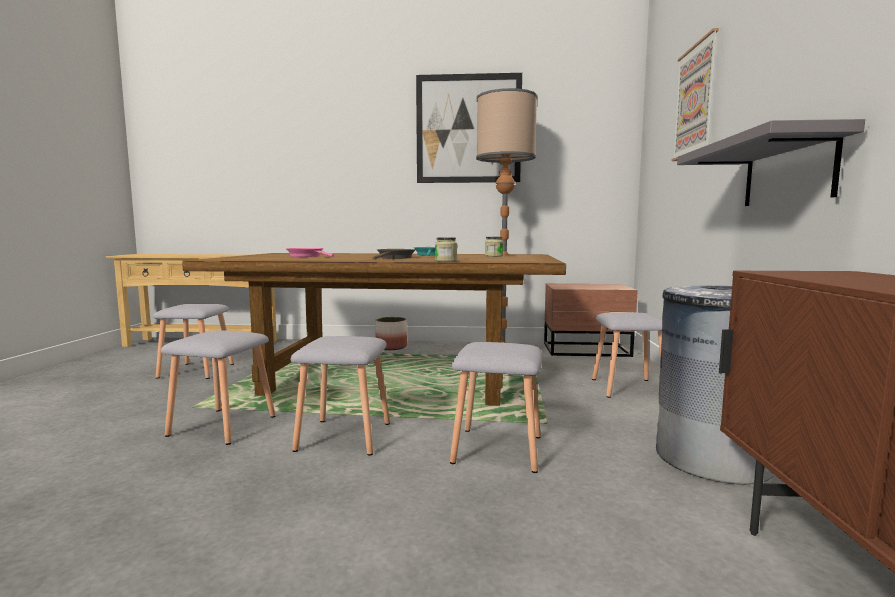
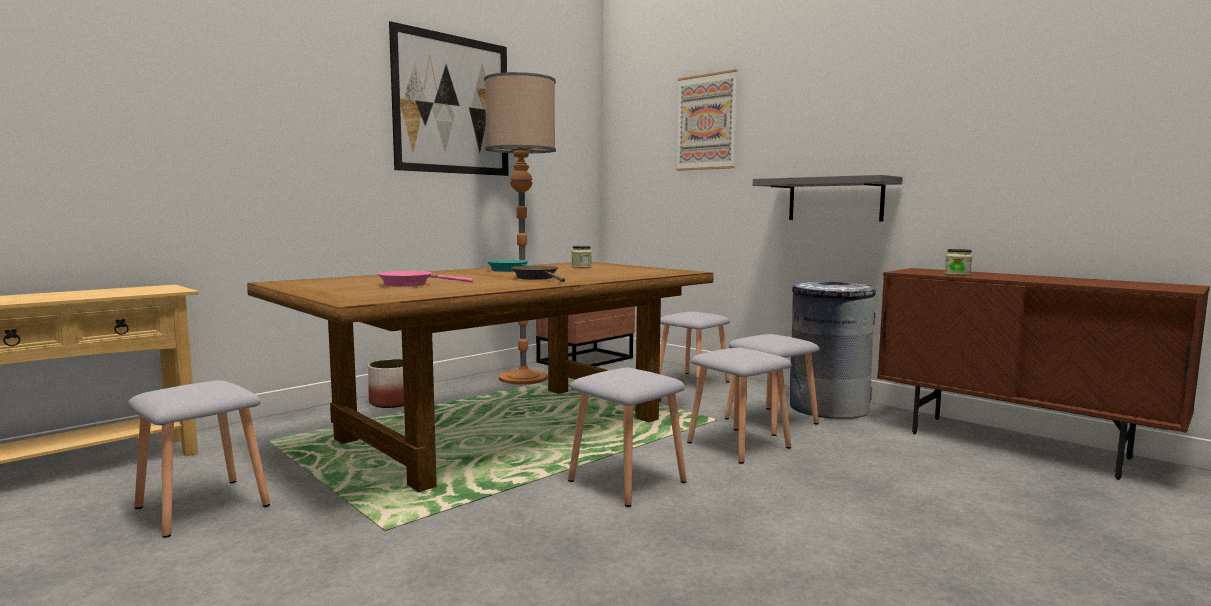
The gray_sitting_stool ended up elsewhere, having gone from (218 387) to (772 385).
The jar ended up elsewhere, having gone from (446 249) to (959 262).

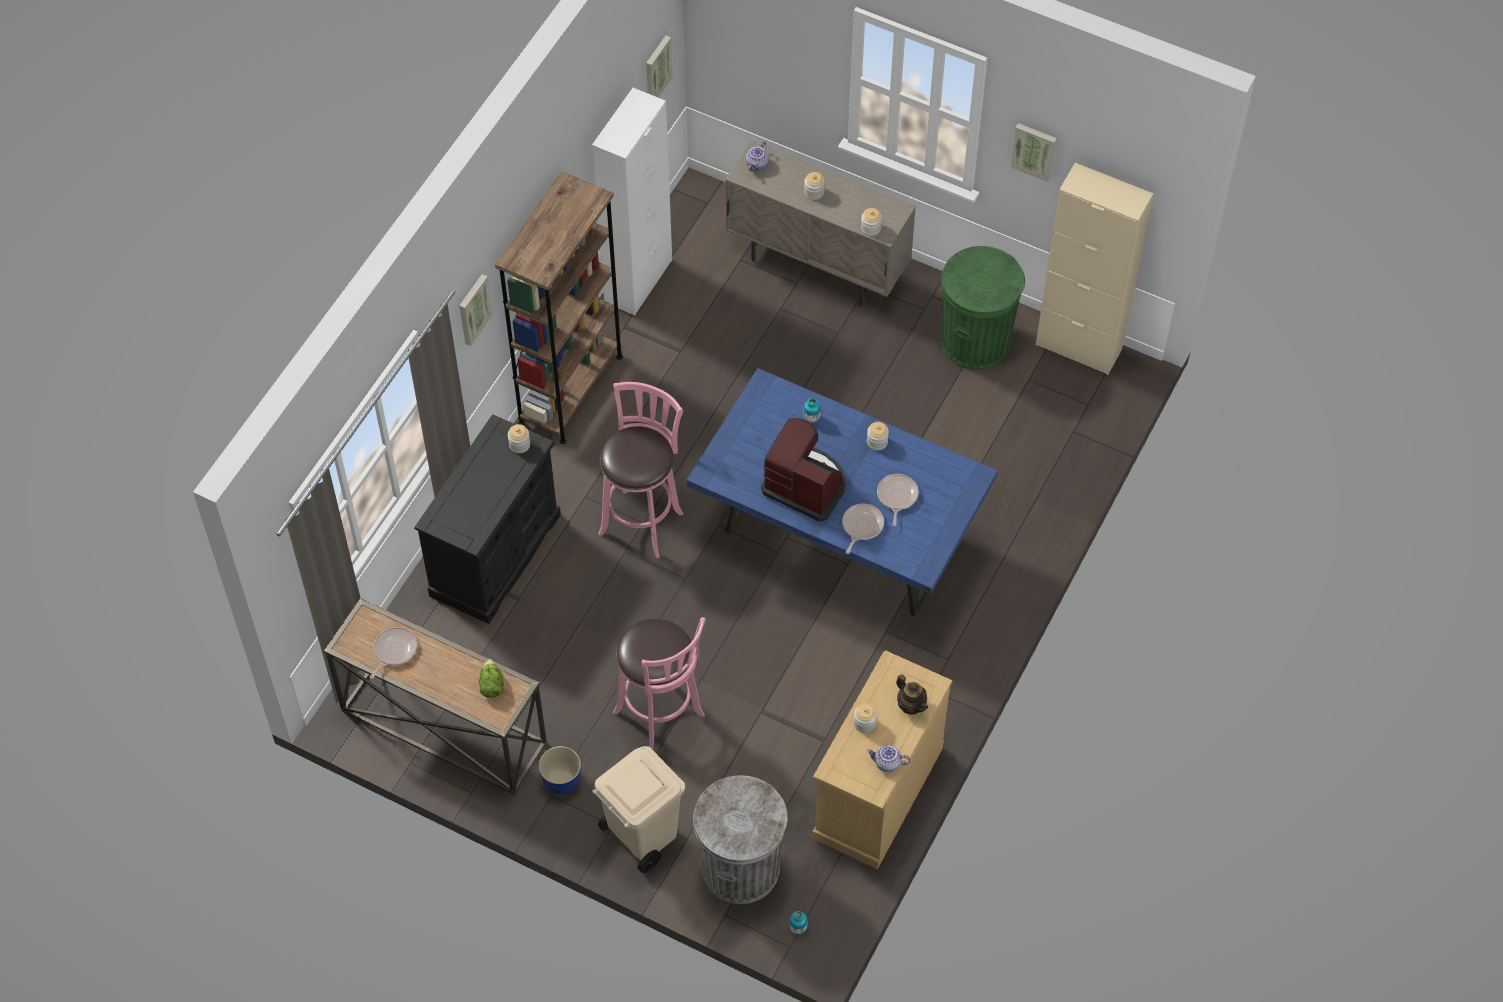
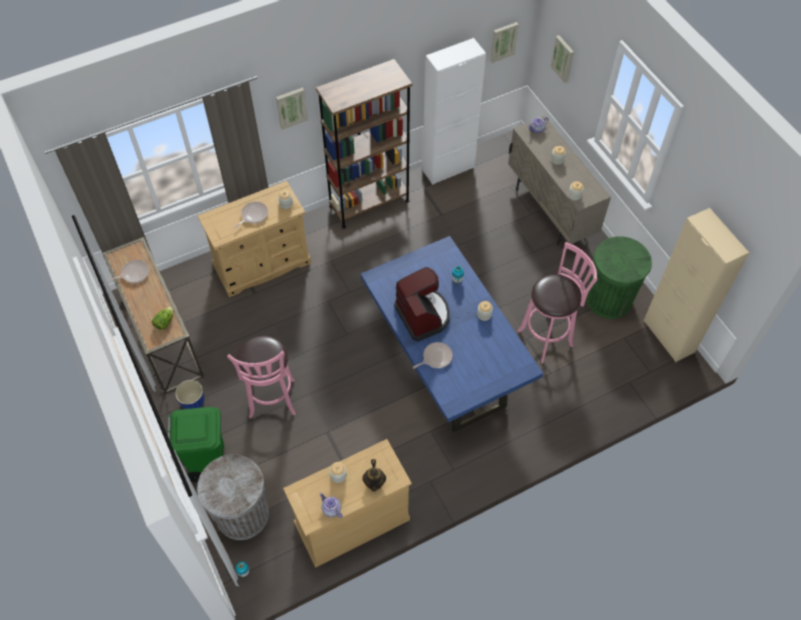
The pink_sitting_stool ended up elsewhere, having gone from (641 470) to (557 302).
The frying_pan ended up elsewhere, having gone from (898 500) to (251 215).
The picture ended up elsewhere, having gone from (1034 152) to (562 59).
What was the black-coloured_drawer_chest at (487 519) turned into the beige_drawer_chest at (254 239).
What was the beige_rubbish_bin at (638 809) turned into the green-coloured_rubbish_bin at (195 444).

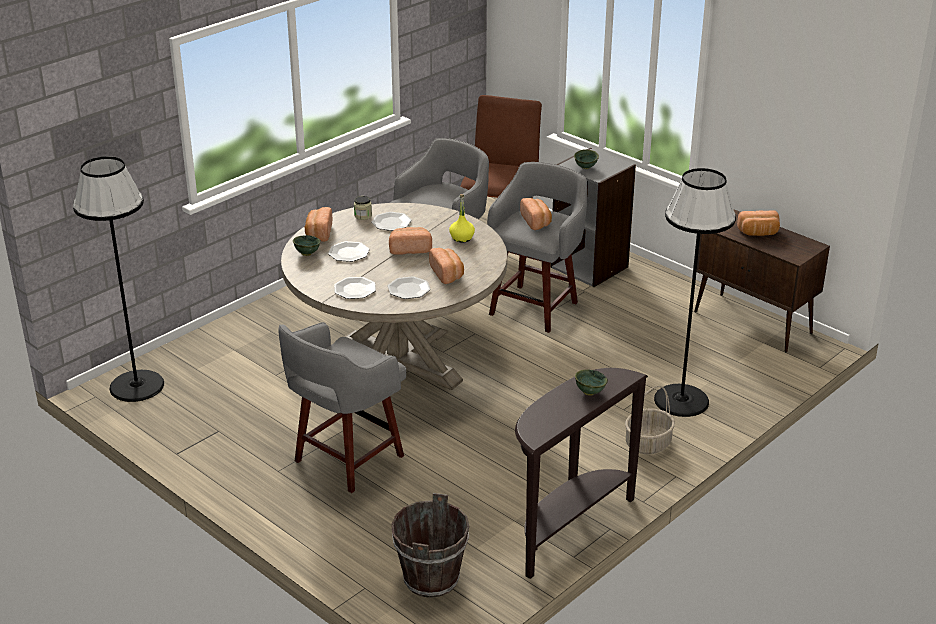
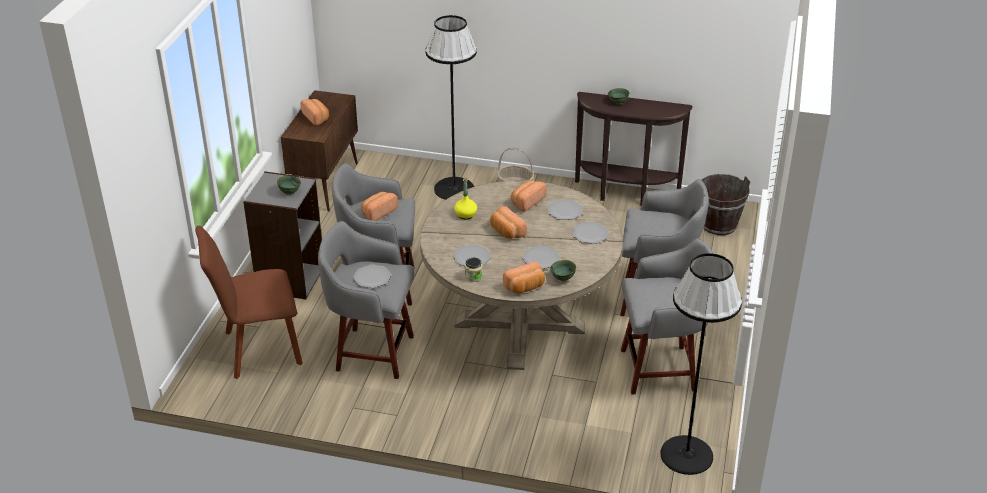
The second view gained the dinner_plate at (372 276).
The second view gained the gray_sitting_stool at (667 316).

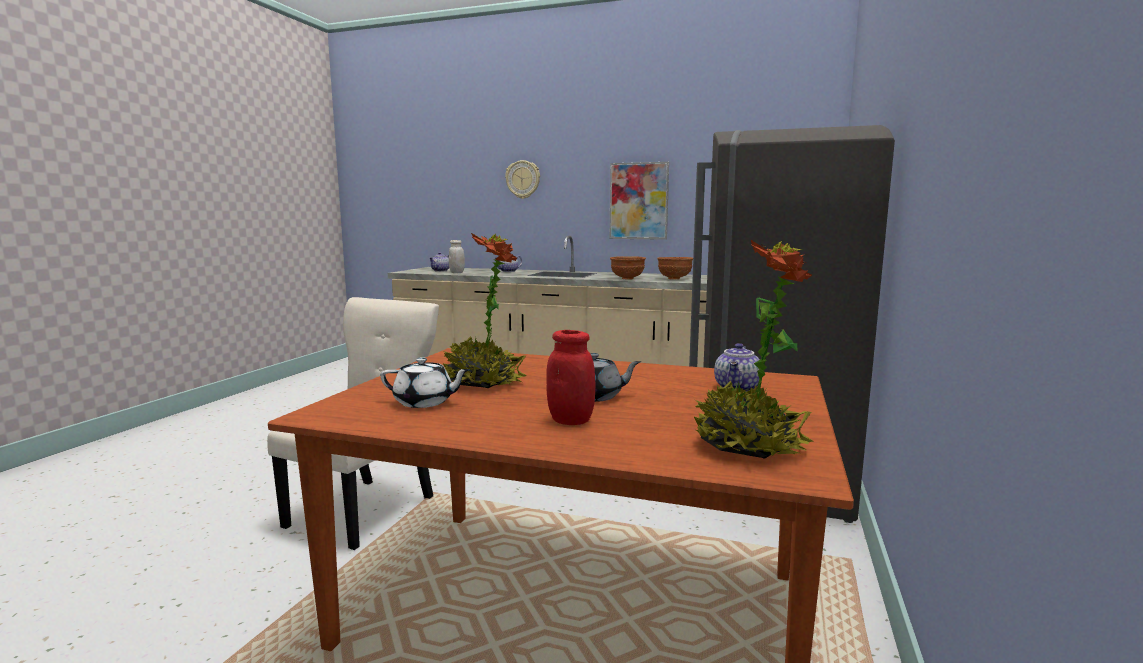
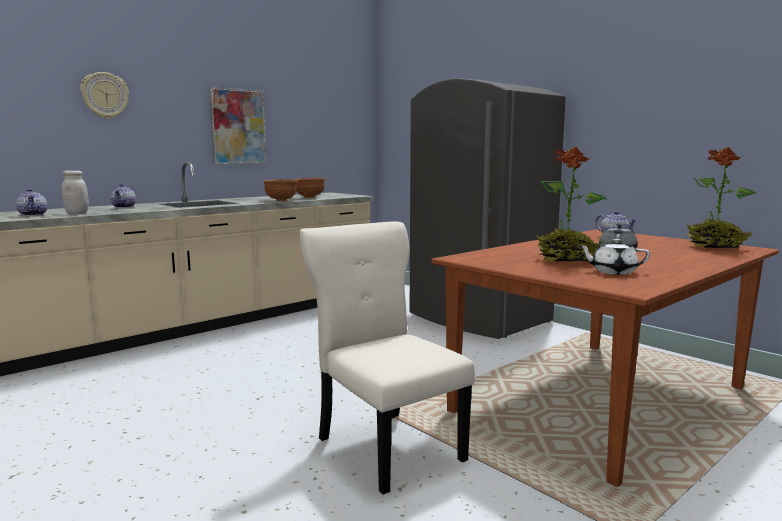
The second view lost the red_jar at (571 377).
The whitish_teapot at (425 382) ended up facing another way, 120 degrees counterclockwise from before.

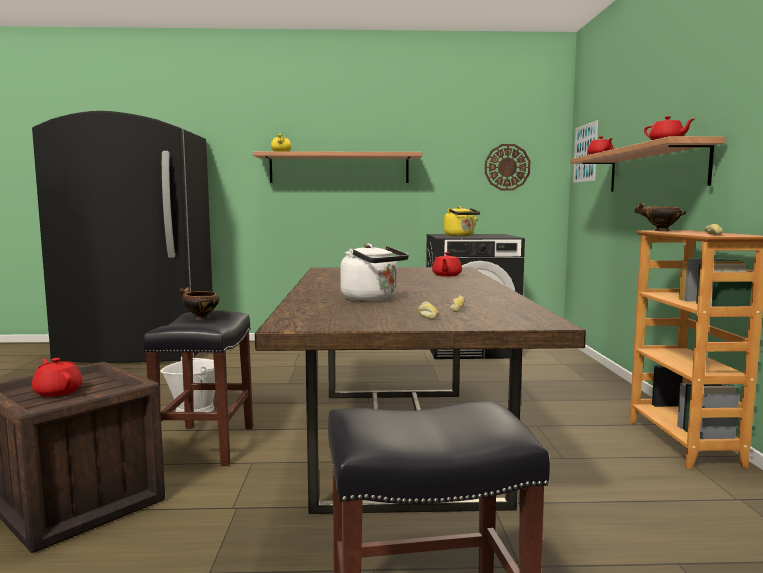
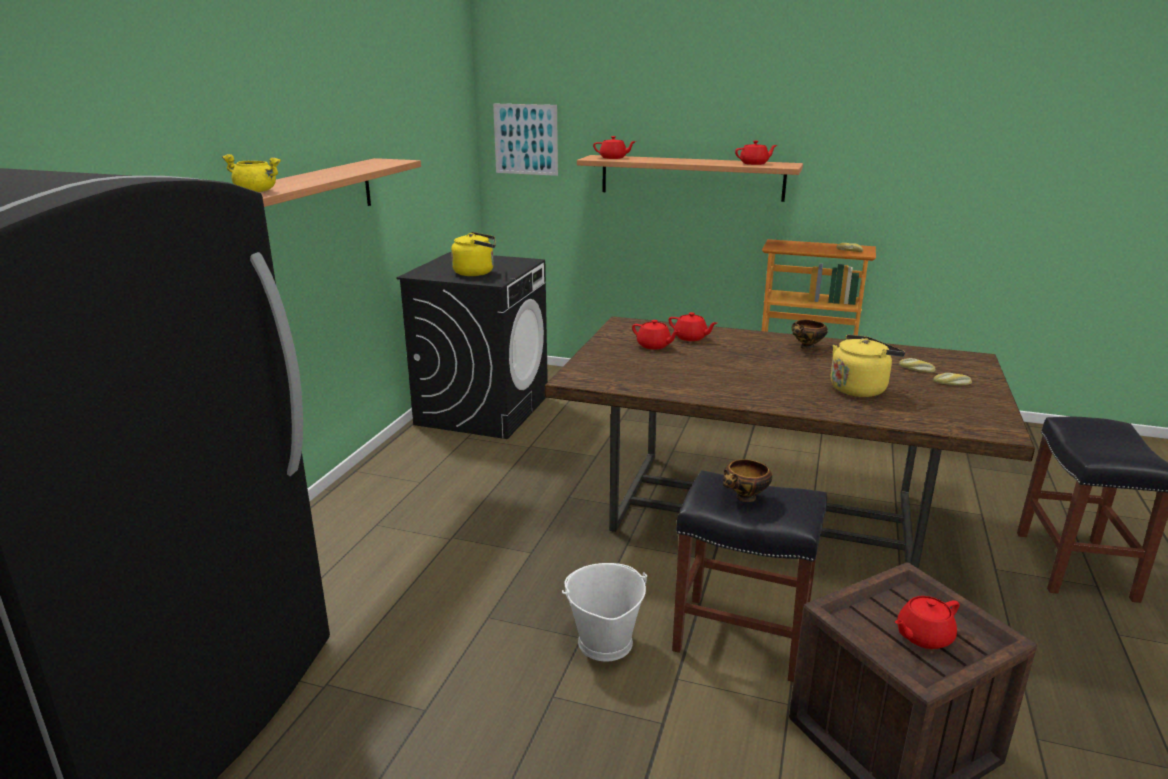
The second view lost the clock_on_the_wall at (508 167).
The second view gained the red_teapot at (656 334).
The serving_bowl ended up elsewhere, having gone from (660 216) to (810 334).
What was the whitish_kettle at (374 273) turned into the yellow-coloured_kettle at (868 365).

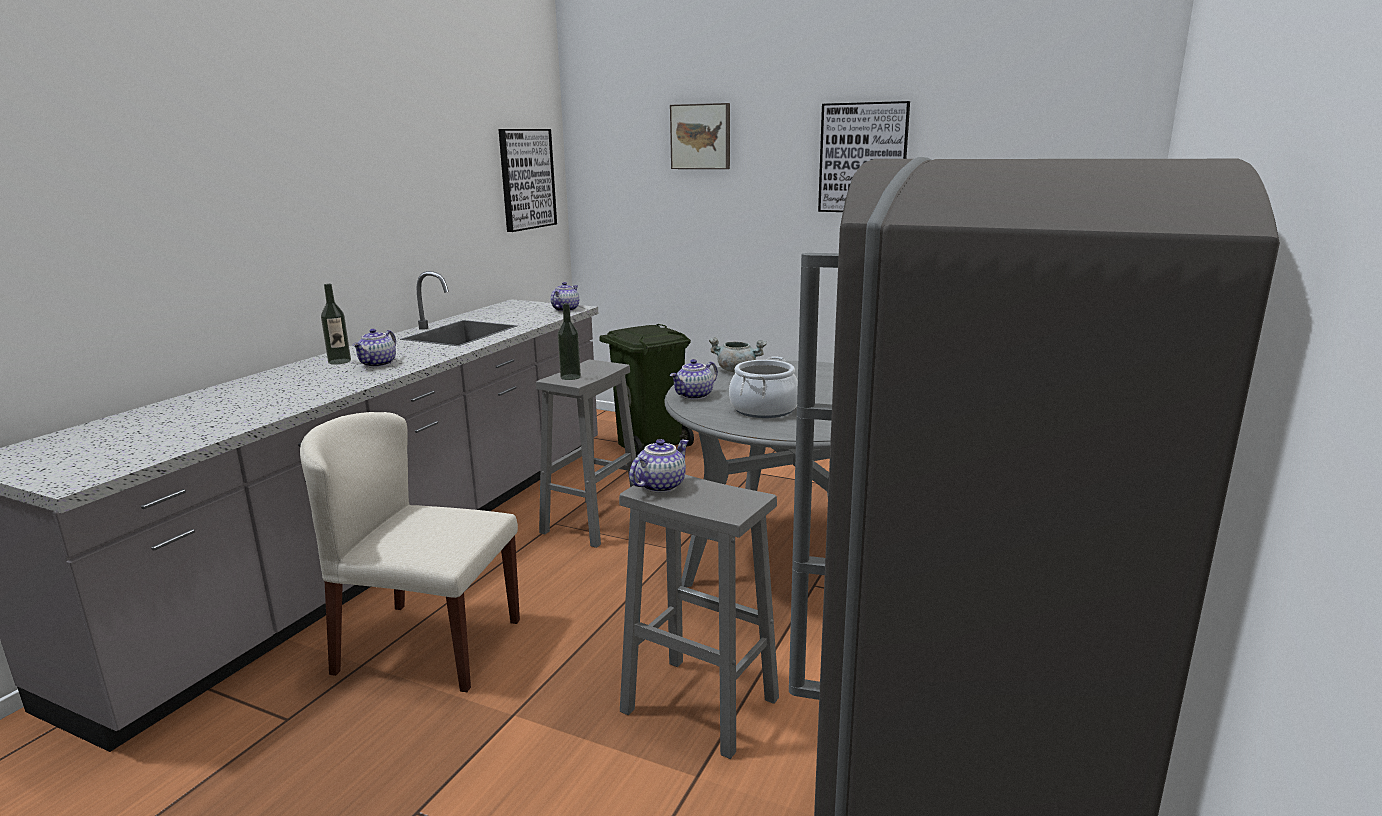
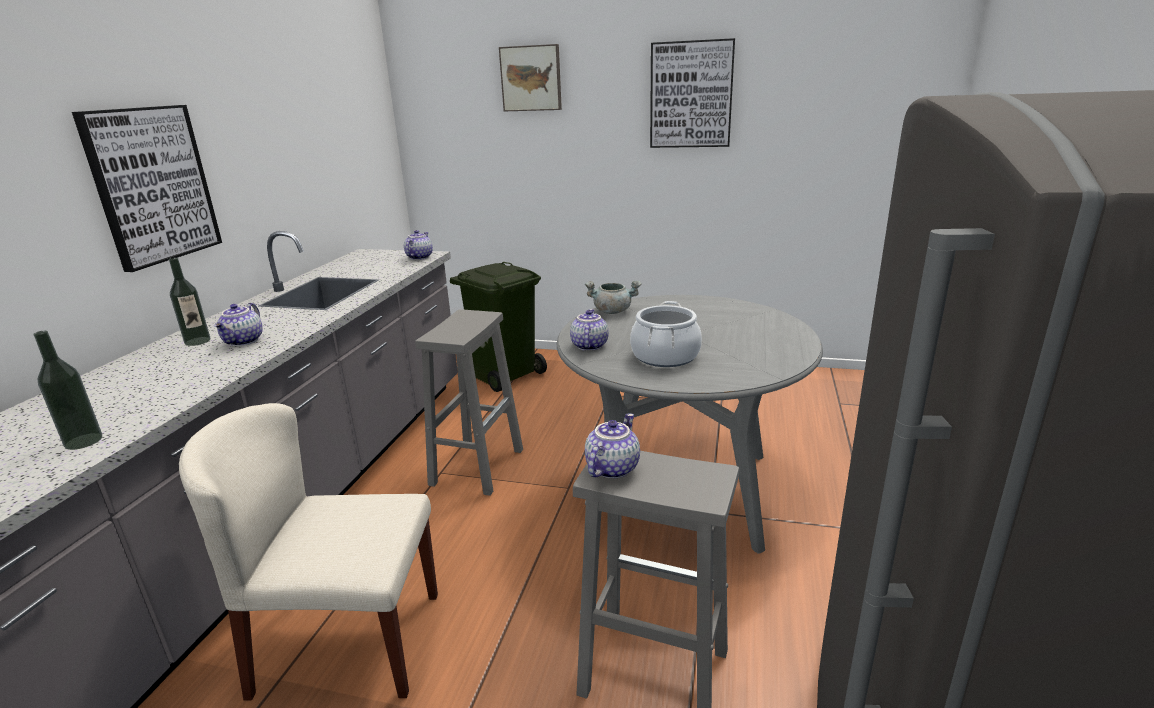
The picture ended up elsewhere, having gone from (527 180) to (147 188).
The drink_bottle ended up elsewhere, having gone from (569 341) to (67 390).
The teapot at (694 379) ended up facing another way, 150 degrees clockwise from before.

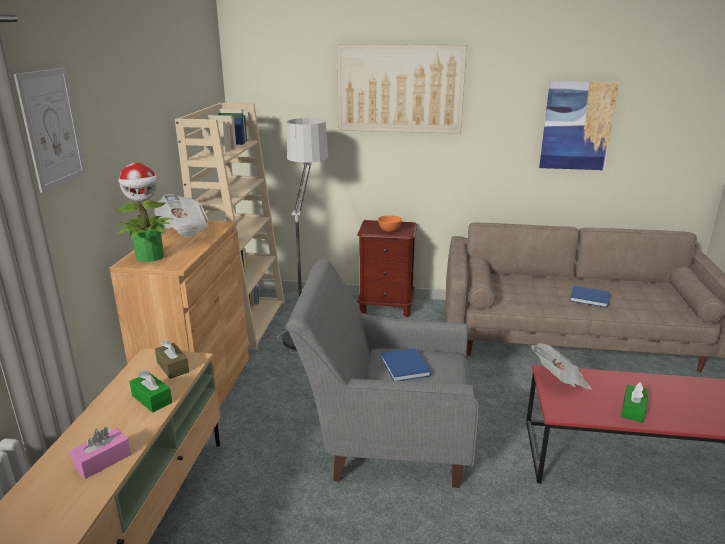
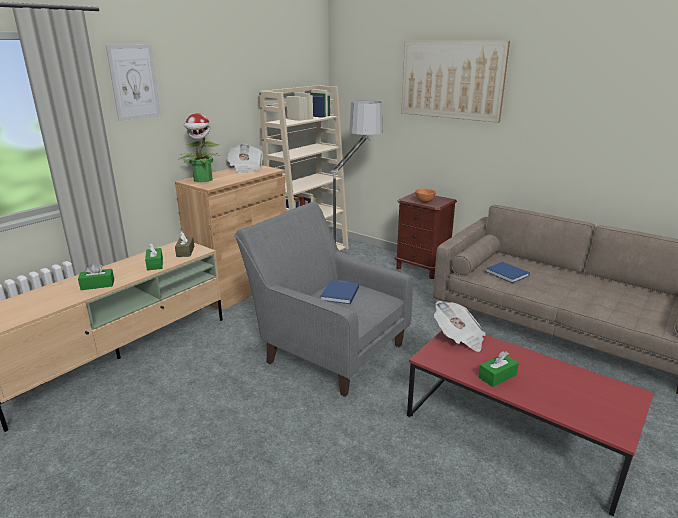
The second view lost the picture at (579 125).
The blue-coloured_volume ended up elsewhere, having gone from (590 297) to (507 272).
What was the pink_tissue_holder at (100 453) turned into the green-coloured_tissue_holder at (96 276).

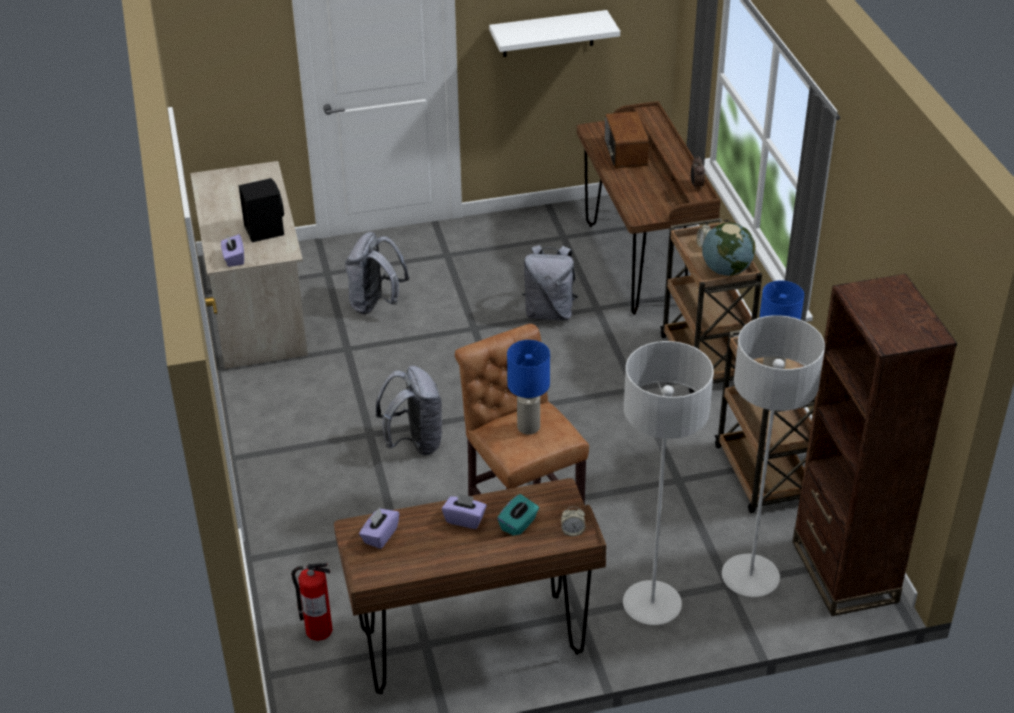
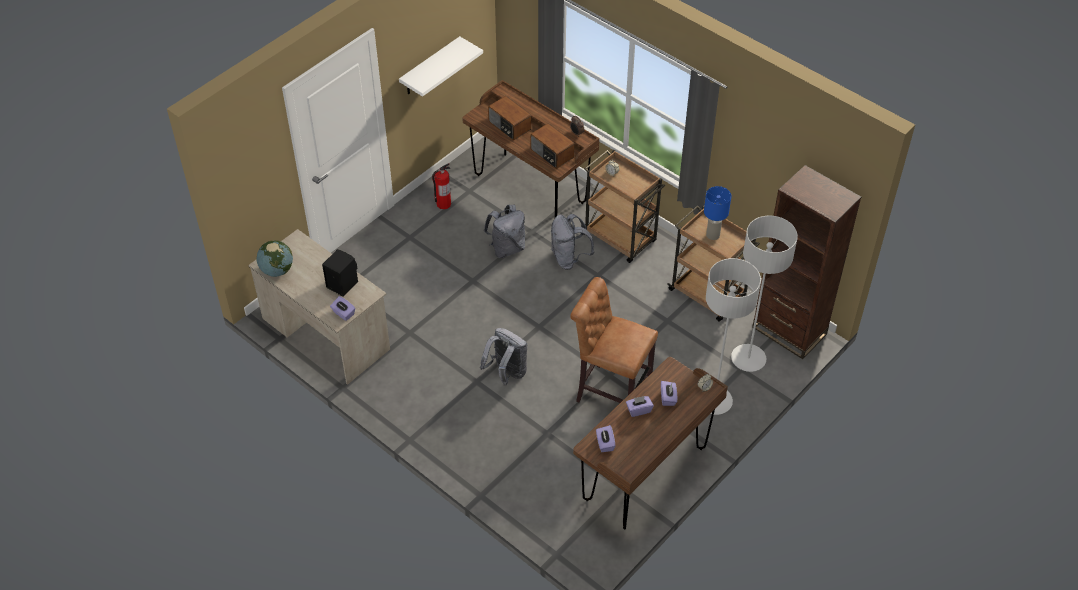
The second view lost the blue-coloured_table_lamp at (528 387).
The second view gained the radio_receiver at (552 146).
The extinguisher ended up elsewhere, having gone from (312 602) to (441 186).
The gray_rucksack ended up elsewhere, having gone from (377 273) to (572 242).
The globe ended up elsewhere, having gone from (729 249) to (275 258).
What was the blue-green_tissue_holder at (518 515) turned into the purple-coloured_tissue_holder at (669 393).

